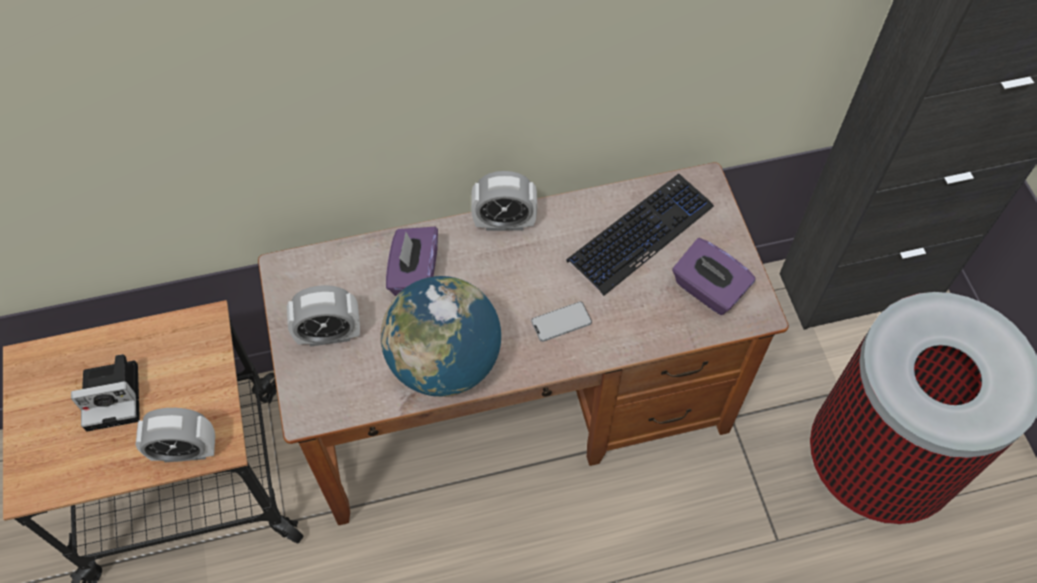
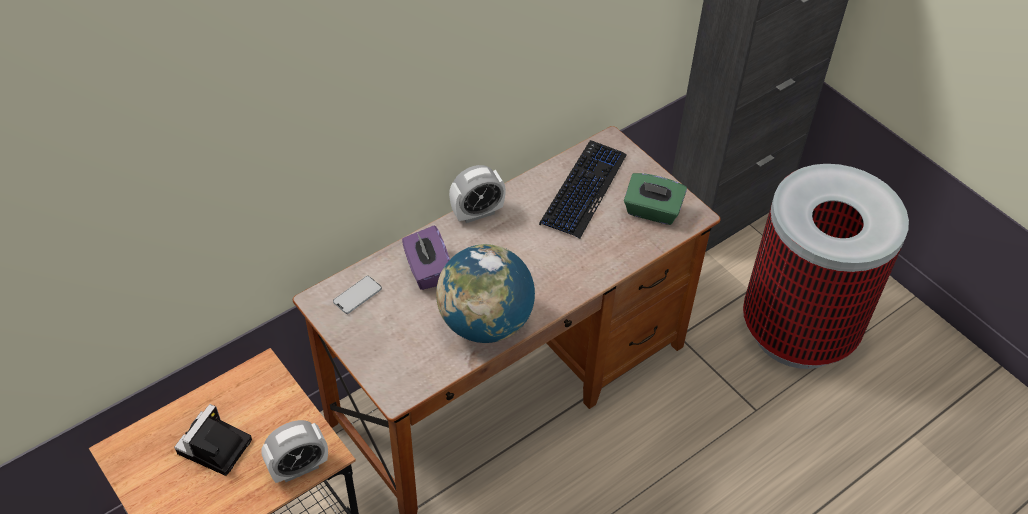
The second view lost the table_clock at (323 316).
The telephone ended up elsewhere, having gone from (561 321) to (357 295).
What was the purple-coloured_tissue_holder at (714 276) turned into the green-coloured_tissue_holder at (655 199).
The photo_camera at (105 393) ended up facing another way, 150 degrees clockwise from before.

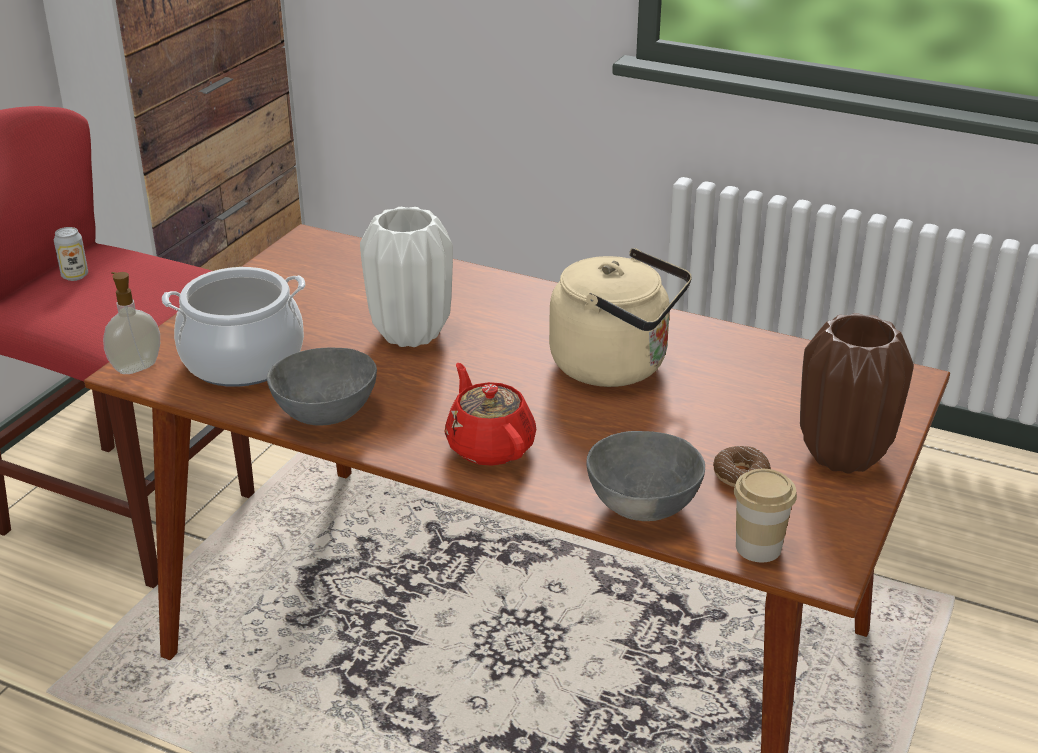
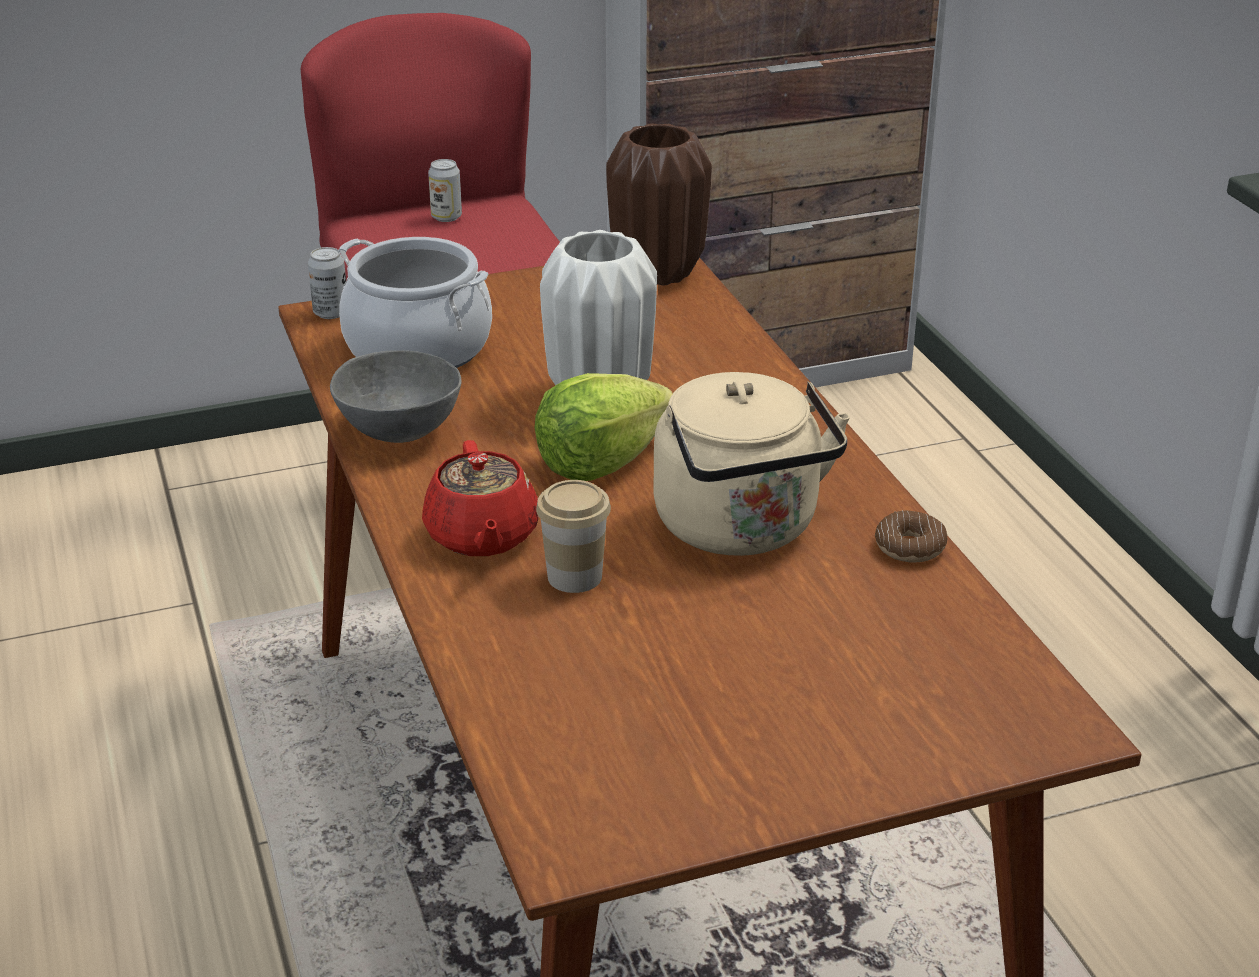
The second view lost the gray_serving_bowl at (645 476).
The second view gained the lettuce_head at (604 427).
The doughnut ended up elsewhere, having gone from (742 466) to (911 536).
The small_cup ended up elsewhere, having gone from (765 515) to (573 536).
The brownish_flower_vase ended up elsewhere, having gone from (857 393) to (659 204).
Where the liquid_soap_bottle stood at (131 323), the sealed_can came to stand at (327 283).
The red_teapot at (490 414) ended up facing another way, 150 degrees clockwise from before.

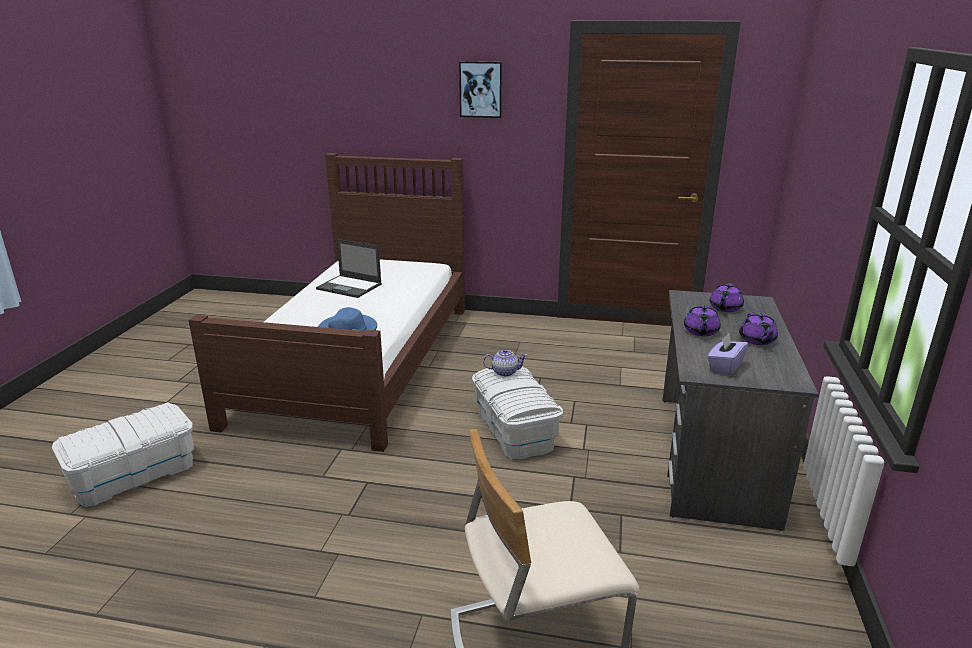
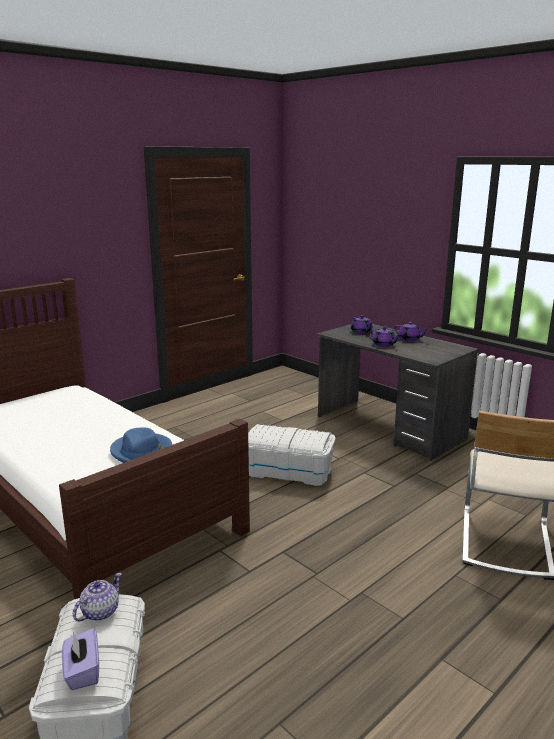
The second view lost the laptop at (349 268).
The second view lost the picture at (480 89).
The teapot ended up elsewhere, having gone from (505 363) to (97 597).
The purple-coloured_tissue_holder ended up elsewhere, having gone from (728 354) to (80 659).

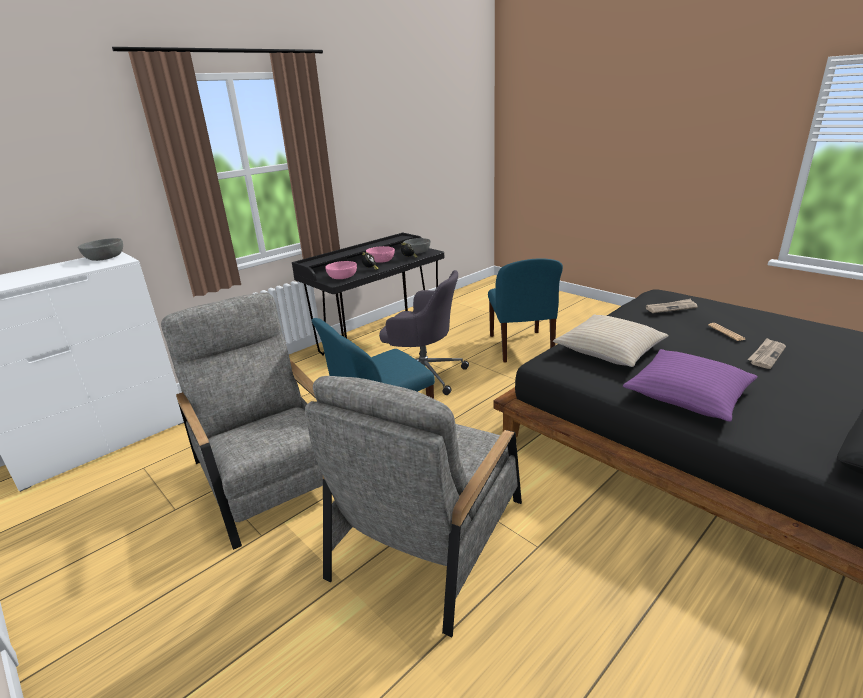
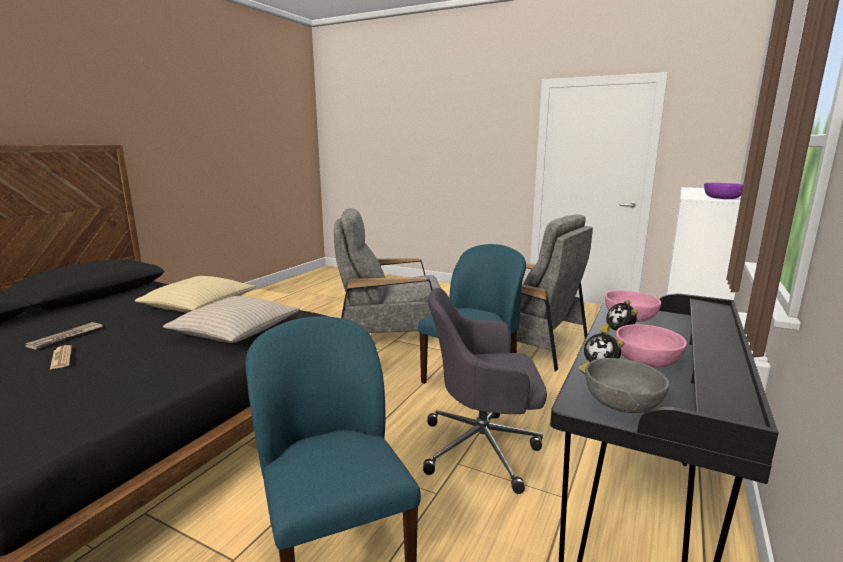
The second view lost the newspaper at (671 306).
What was the gray_serving_bowl at (100 249) turned into the purple-coloured_serving_bowl at (723 191).
What was the purple-coloured_cushion at (690 385) turned into the beige_cushion at (195 294).
The gray_armchair at (413 506) ended up facing another way, 105 degrees counterclockwise from before.

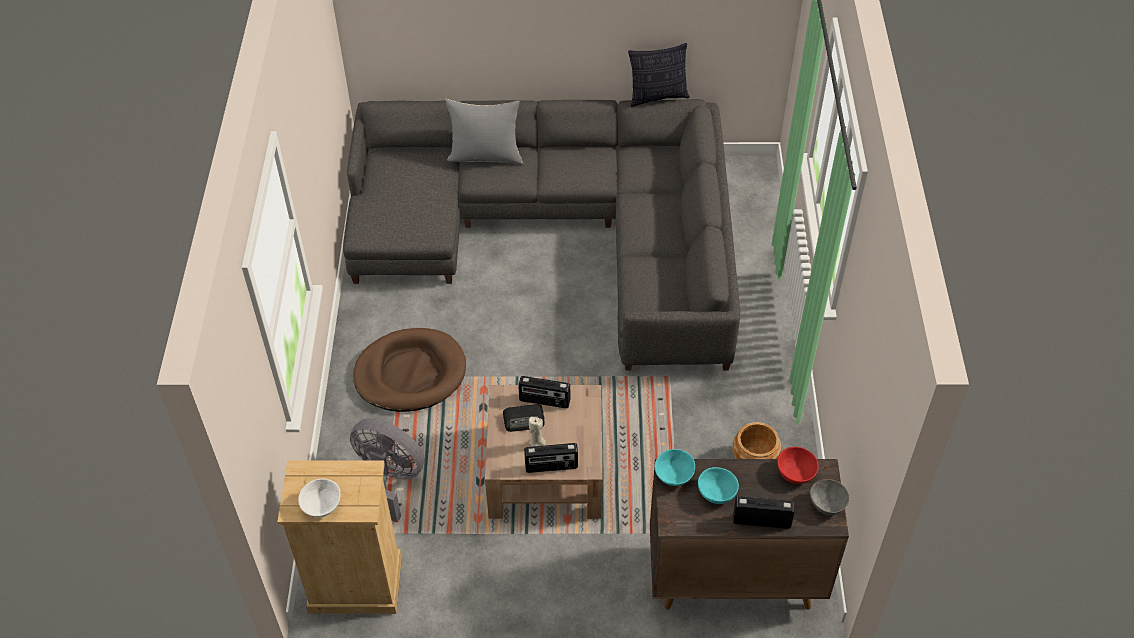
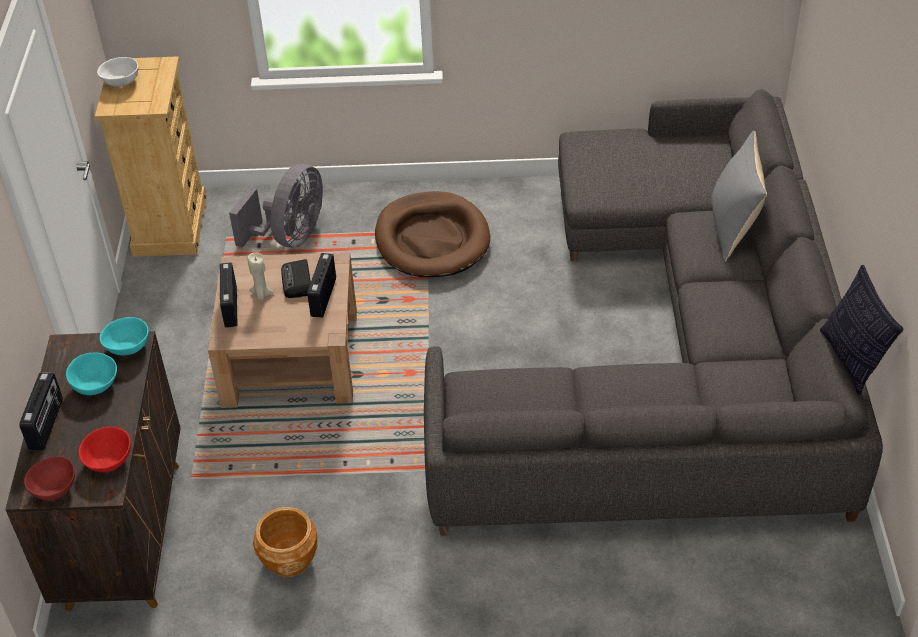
What was the gray_serving_bowl at (829 497) turned into the red_serving_bowl at (49 478).

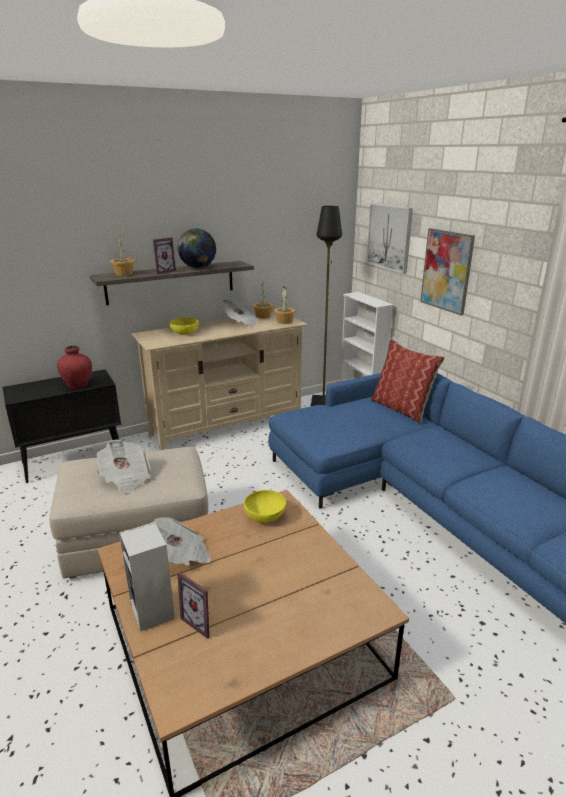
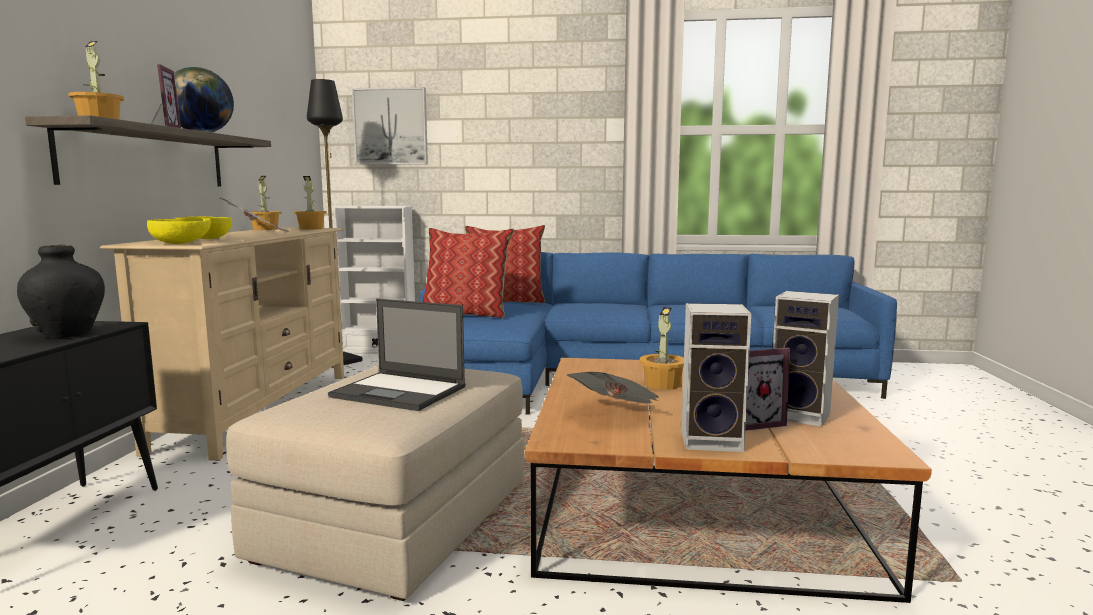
The second view lost the picture at (447 271).
The second view gained the cushion at (468 273).
The second view gained the houseplant at (662 348).
The second view gained the audio_speaker at (806 359).
The yellow-coloured_serving_bowl ended up elsewhere, having gone from (265 506) to (179 231).
Where the newspaper stood at (124 466), the laptop came to stand at (397 355).
What was the red_flower_vase at (74 367) turned into the black-coloured_flower_vase at (61 292).

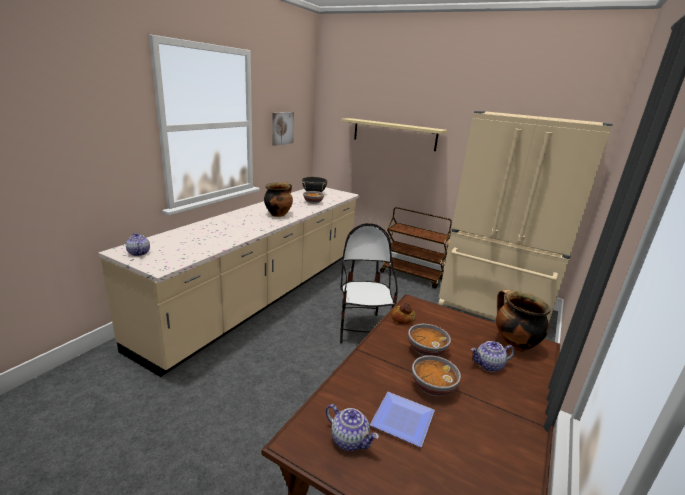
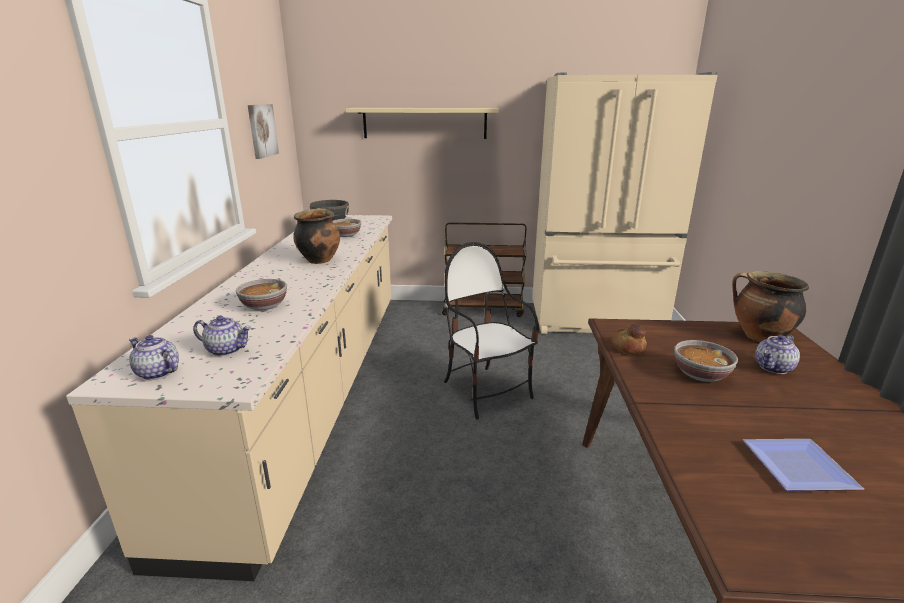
The teapot ended up elsewhere, having gone from (352 427) to (222 336).
The serving_bowl ended up elsewhere, having gone from (436 375) to (261 294).

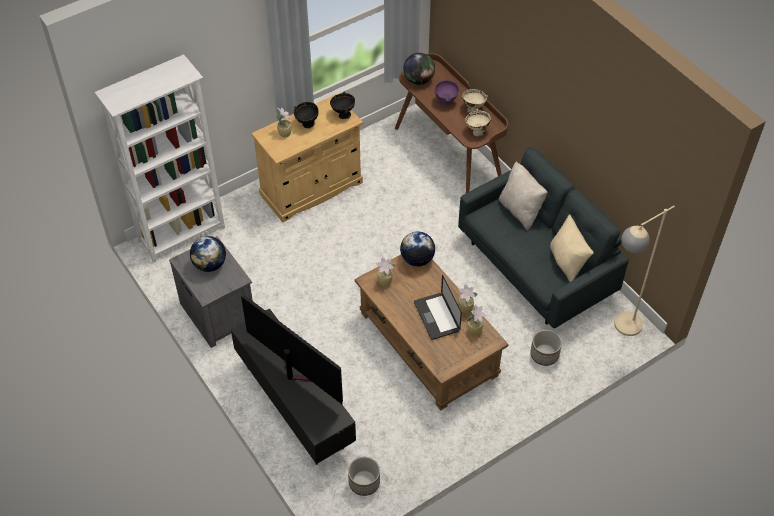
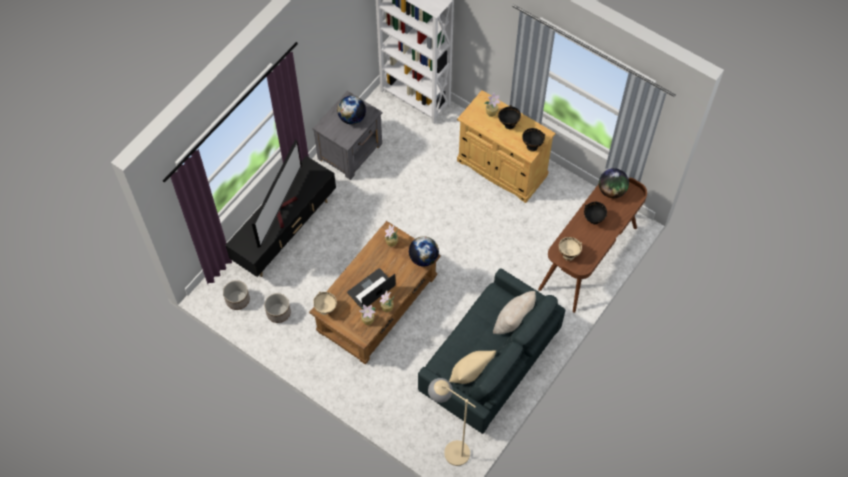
The beige_serving_bowl ended up elsewhere, having gone from (475 101) to (325 303).
The planter ended up elsewhere, having gone from (546 348) to (277 308).
What was the purple-coloured_serving_bowl at (447 93) turned into the black-coloured_serving_bowl at (595 213).

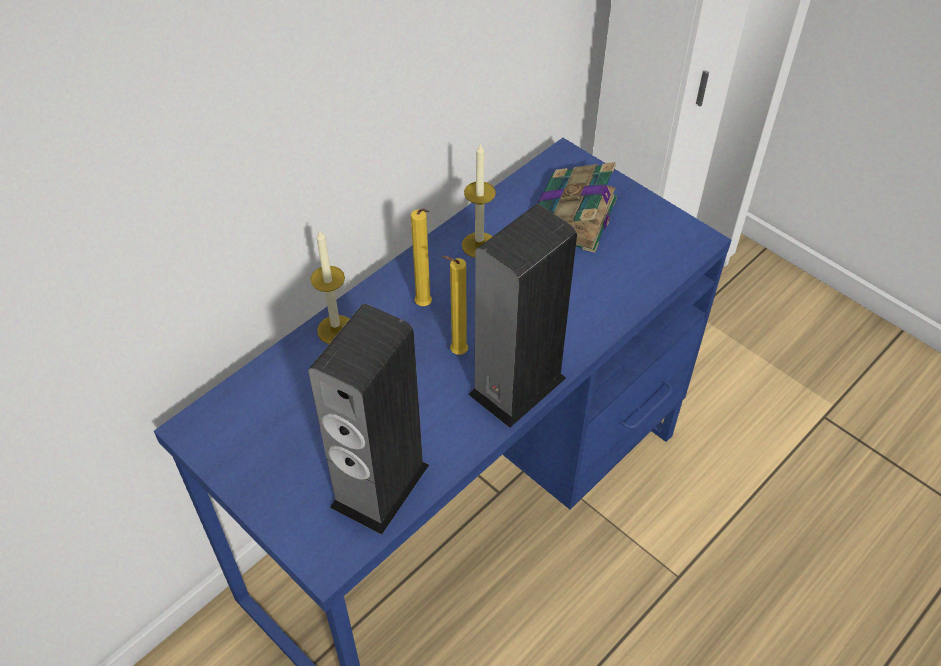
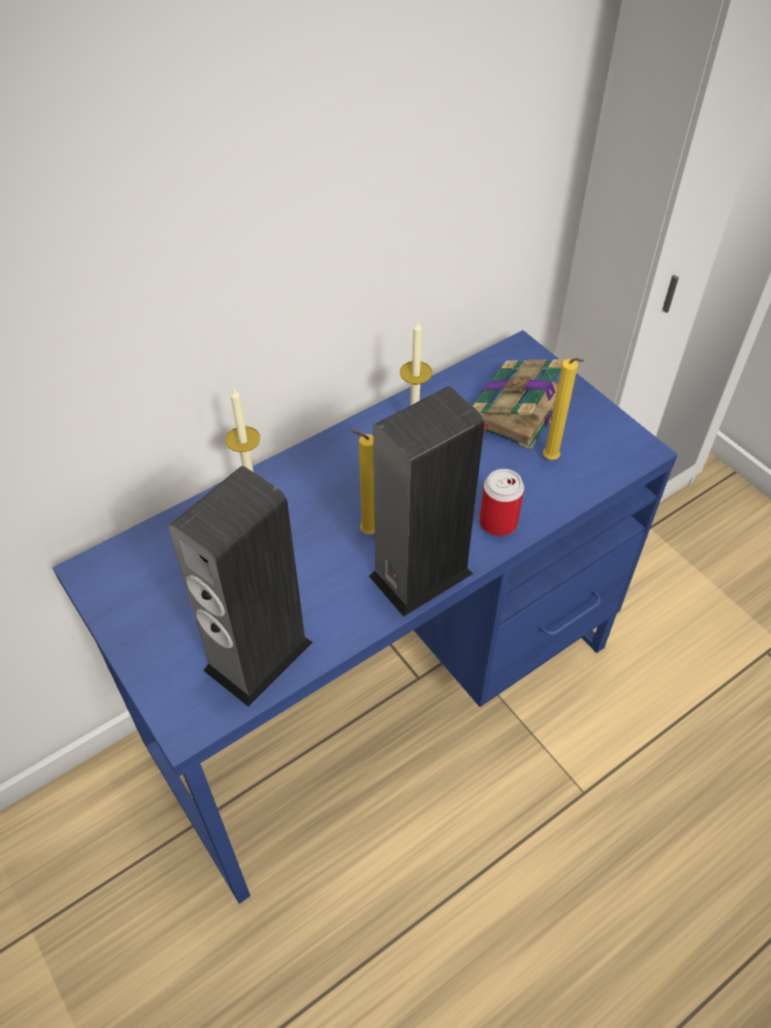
The second view gained the sealed_can at (501 502).
The yellow-coloured_candle ended up elsewhere, having gone from (421 257) to (563 409).

